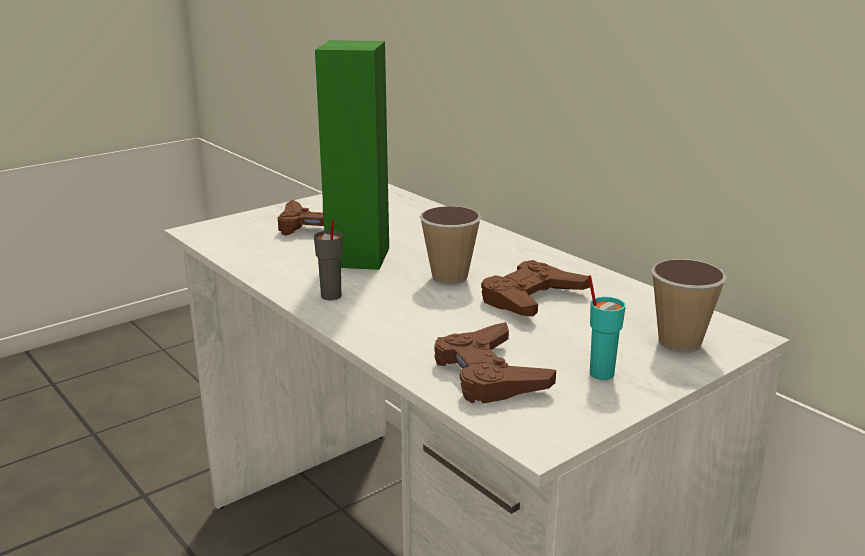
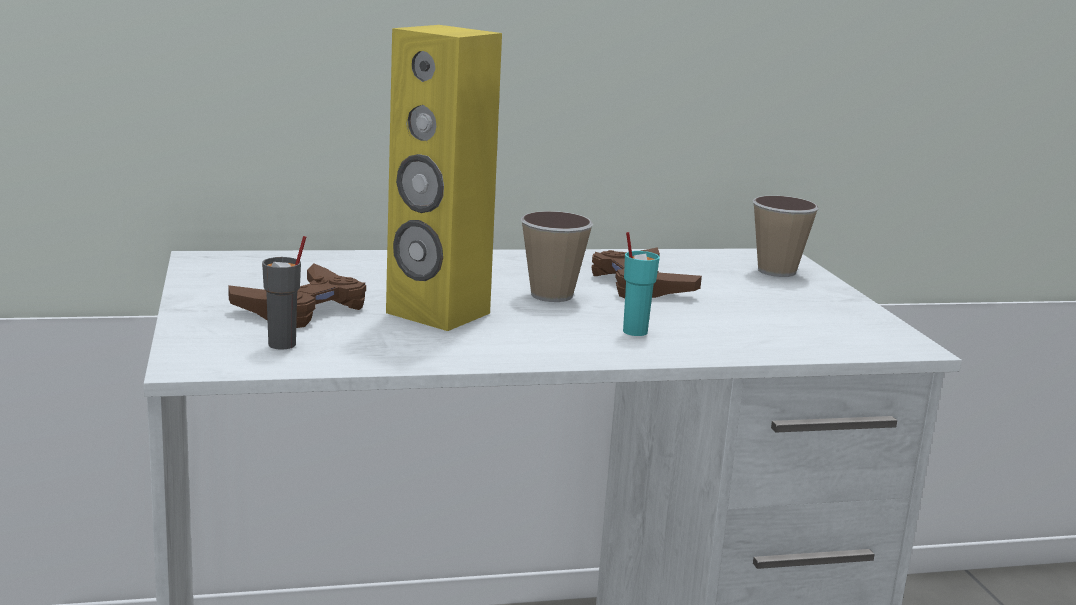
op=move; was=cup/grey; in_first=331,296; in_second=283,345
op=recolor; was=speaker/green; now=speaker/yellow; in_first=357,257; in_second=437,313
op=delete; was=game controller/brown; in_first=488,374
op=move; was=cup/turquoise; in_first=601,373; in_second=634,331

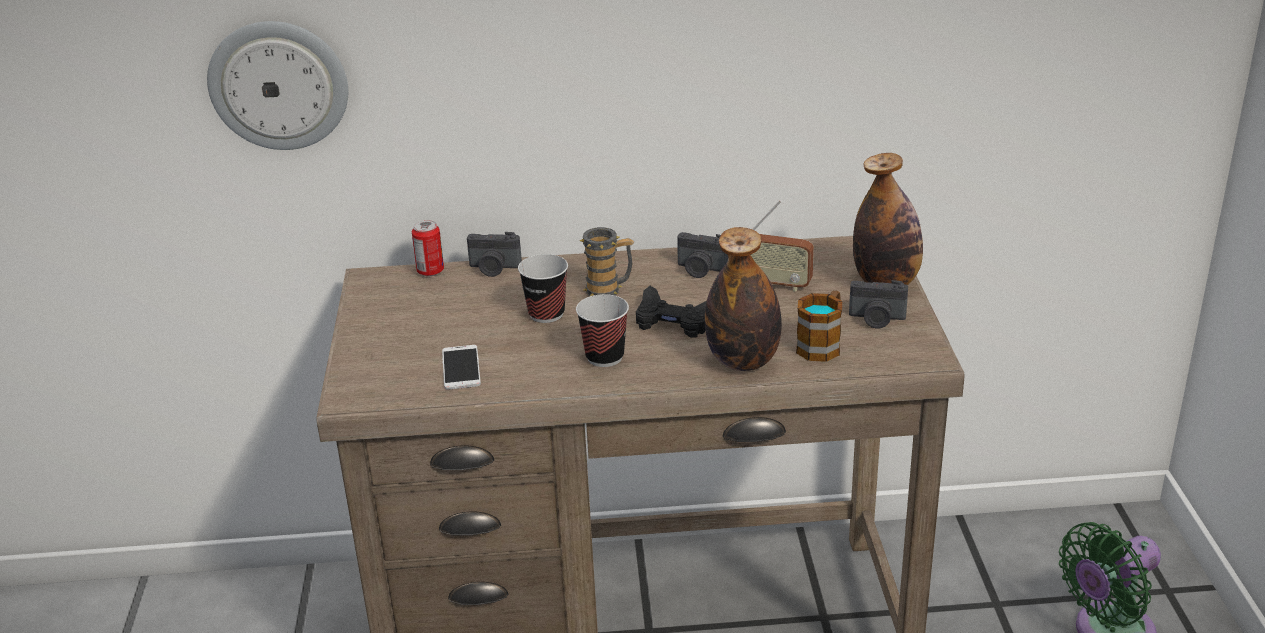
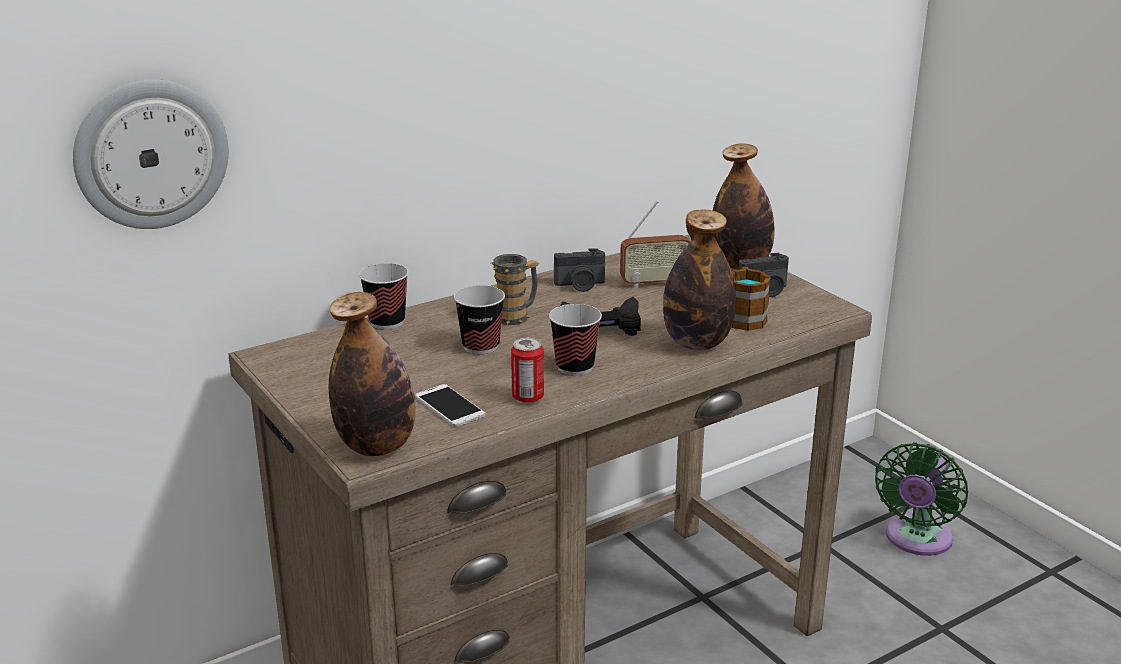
op=move; was=can; in_first=430,271; in_second=528,397
op=replace; was=photo camera; now=cup; in_first=494,269; in_second=387,322
op=insert; now=bottle; in_second=377,446

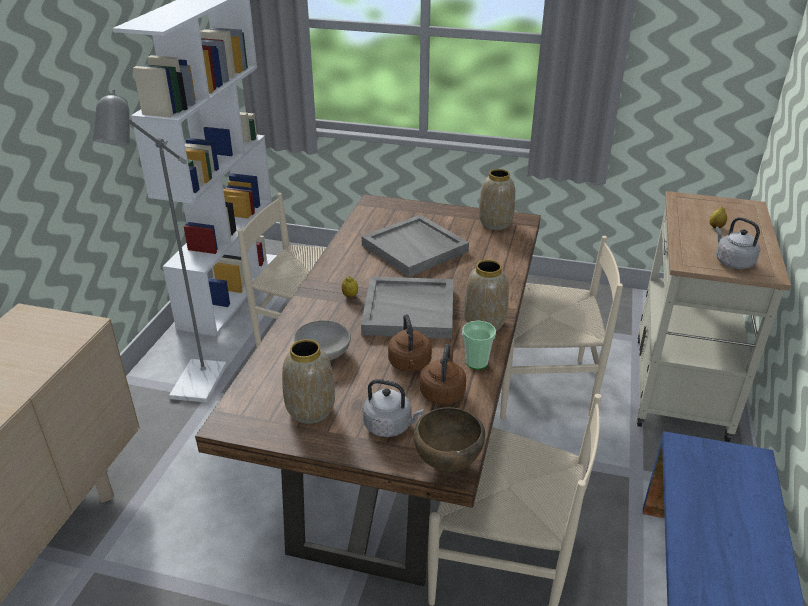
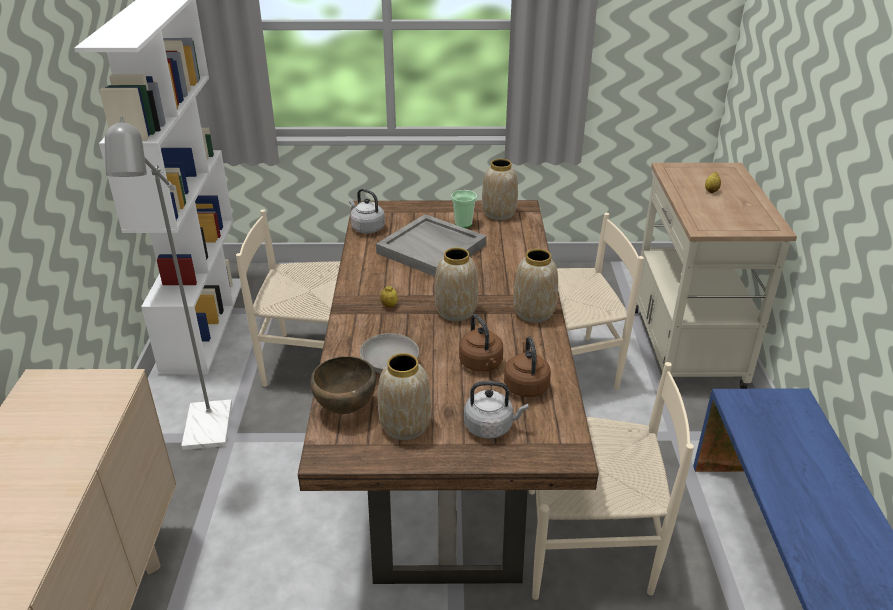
op=replace; was=tray/grey; now=vase; in_first=410,310; in_second=456,311
op=move; was=bowl/brown; in_first=447,464; in_second=345,409
op=move; was=cup; in_first=476,362; in_second=463,223
op=move; was=kettle/grey; in_first=732,262; in_second=366,228

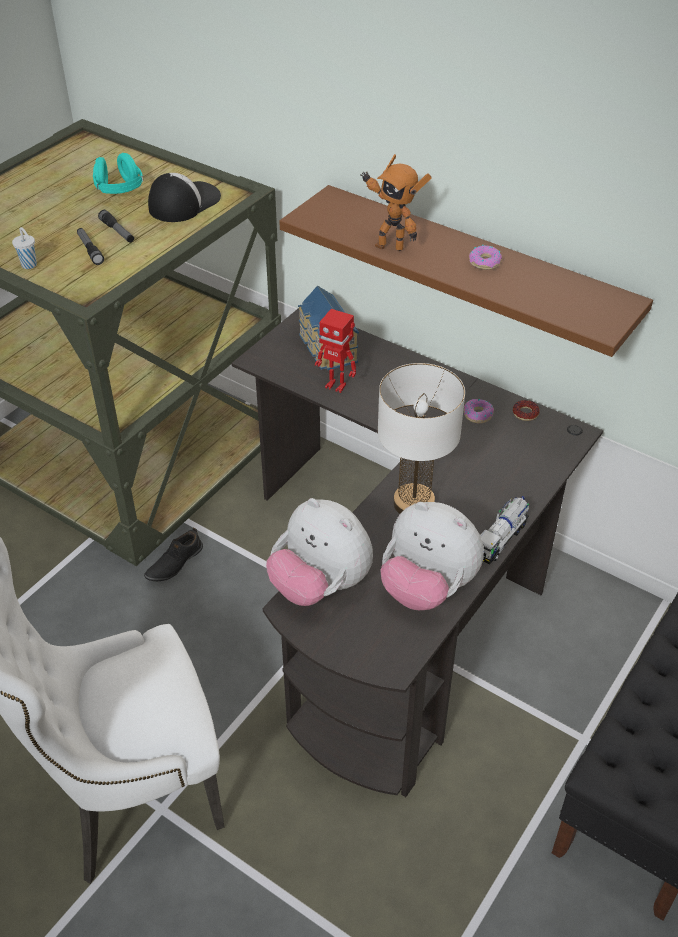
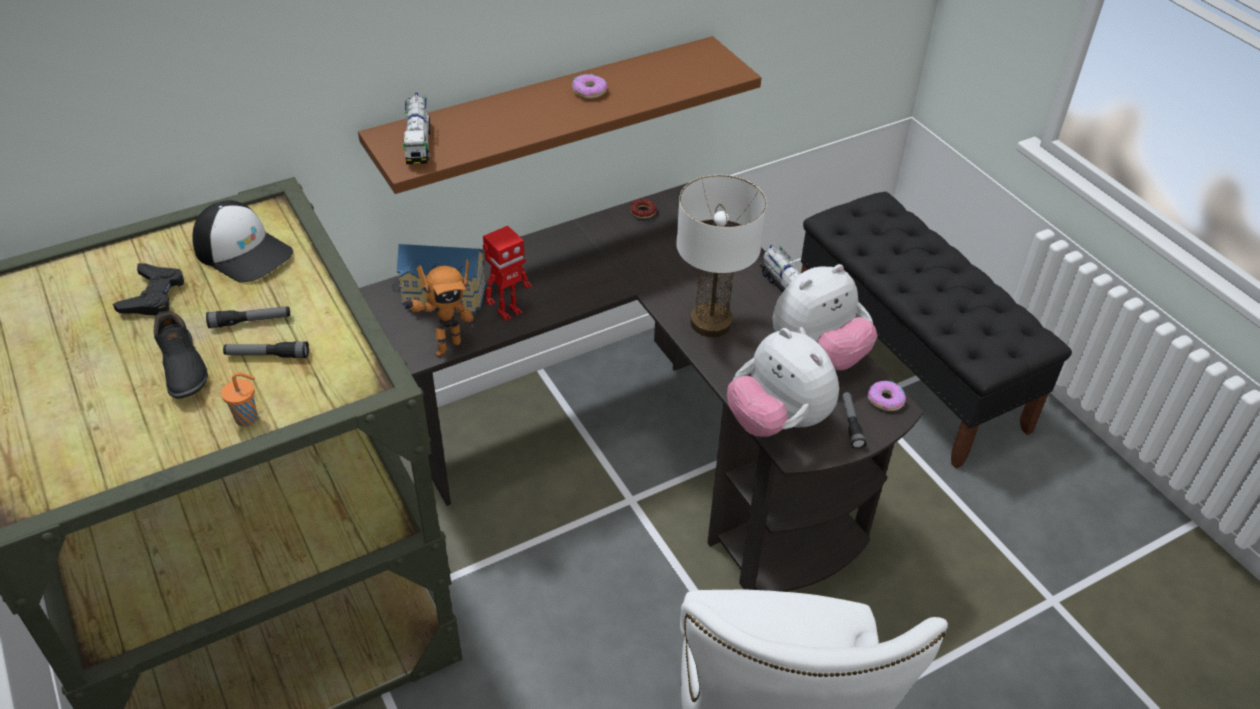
op=recolor; was=cup/white; now=cup/orange; in_first=30,265; in_second=248,418
op=replace; was=headphones/turquoise; now=game controller/black; in_first=119,190; in_second=153,295
op=move; was=shoe/black; in_first=174,563; in_second=181,367
op=rotate; was=cap; in_first=183,203; in_second=244,251; clockwise=150
op=rotate; was=plush toy; in_first=320,585; in_second=777,421; clockwise=75
op=move; was=toy robot; in_first=390,246; in_second=445,347
op=move; was=donut; in_first=477,414; in_second=885,400
op=insert; now=toy truck; in_second=418,143
op=insert; now=flashlight; in_second=851,423

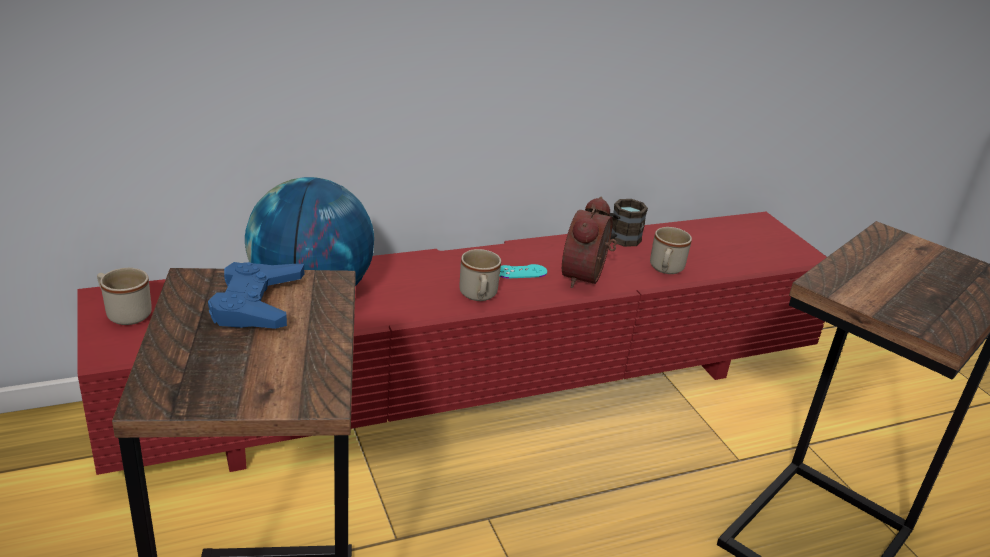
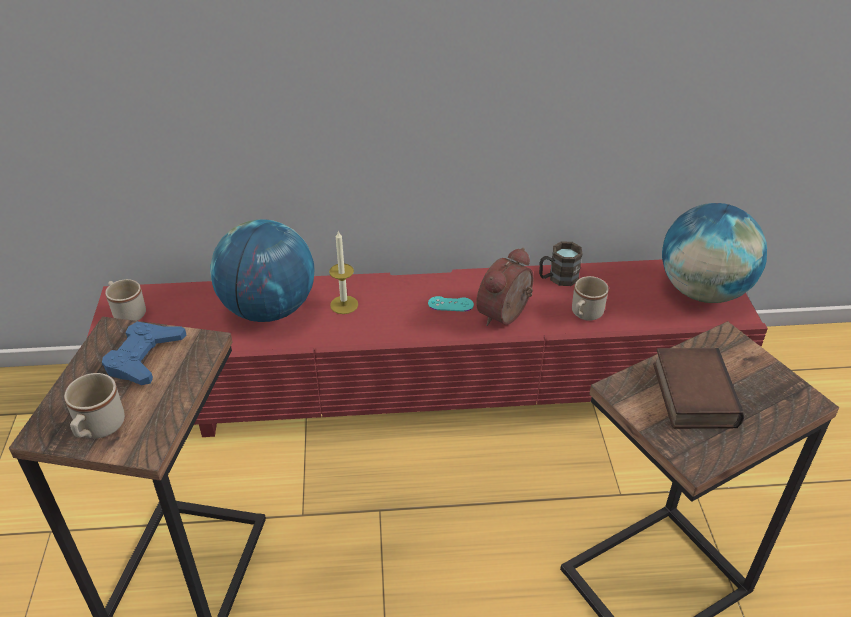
op=move; was=mug/beige; in_first=478,296; in_second=98,429
op=insert; now=candle; in_second=344,305
op=insert; now=book; in_second=690,394
op=insert; now=globe; in_second=703,291

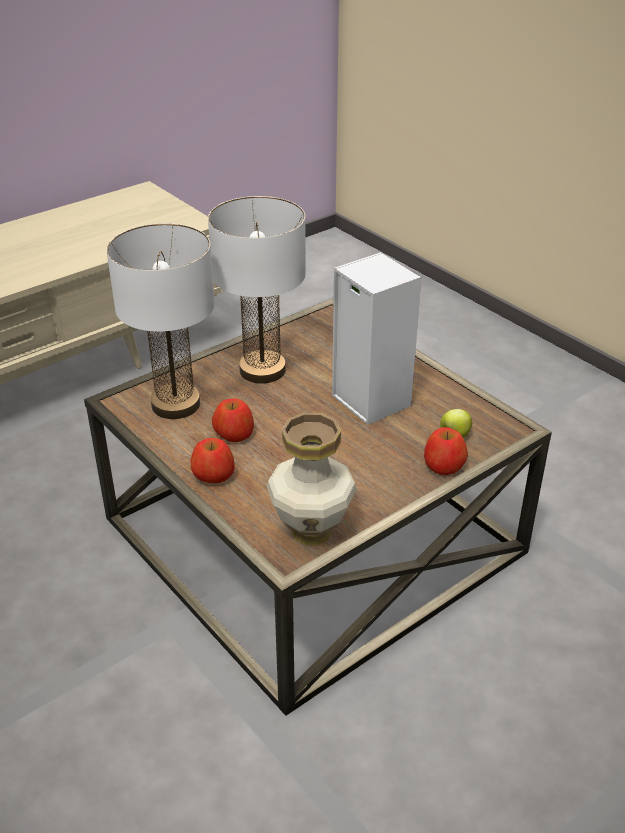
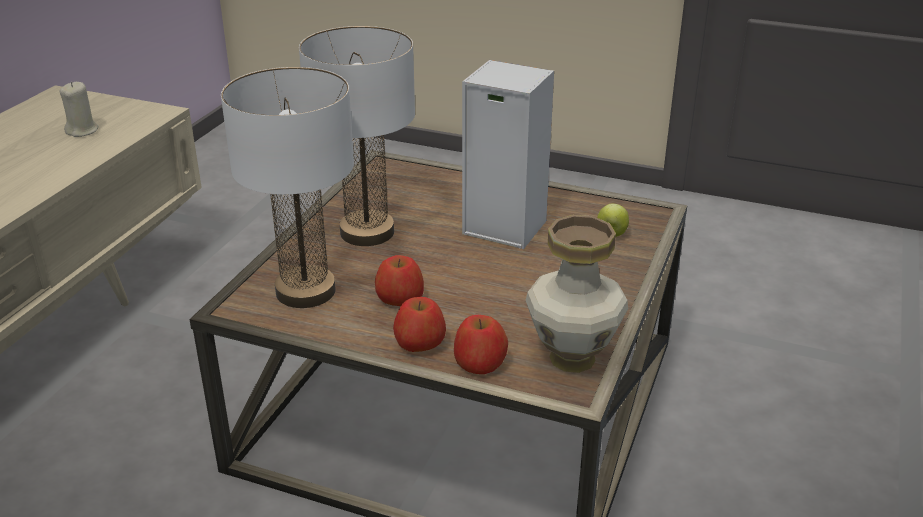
op=move; was=apple; in_first=443,465; in_second=480,362
op=insert; now=candle/beige; in_second=82,131

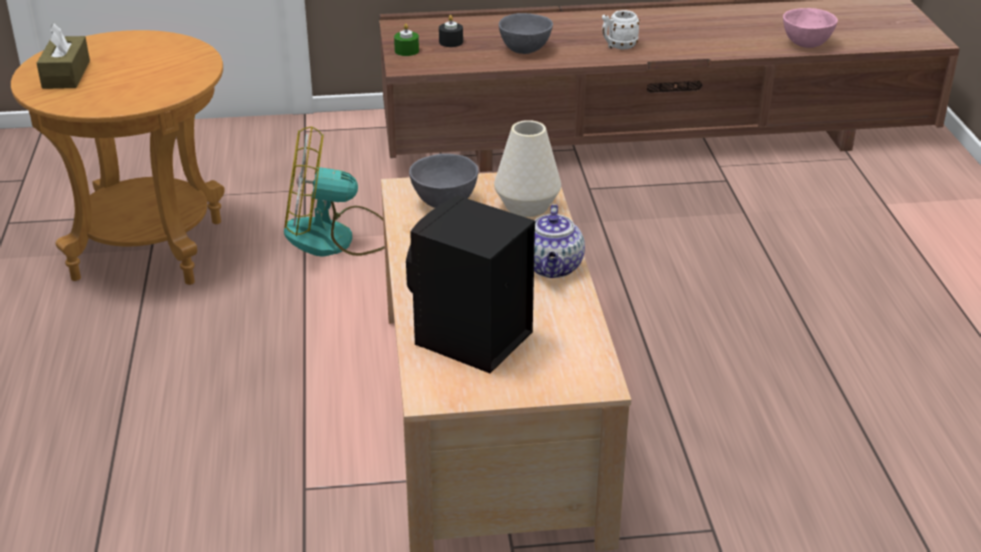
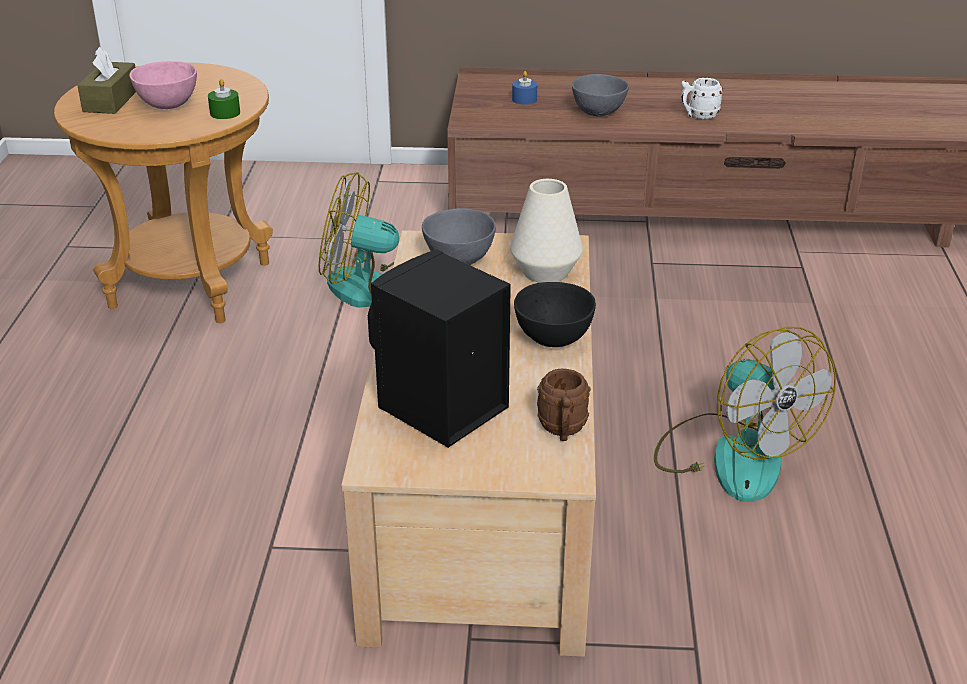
op=move; was=candle/green; in_first=406,51; in_second=225,113
op=recolor; was=candle/black; now=candle/blue; in_first=451,42; in_second=524,99
op=replace; was=teapot; now=bowl/black; in_first=553,268; in_second=553,340
op=move; was=bowl/pink; in_first=805,44; in_second=167,105
op=insert; now=mug/brown; in_second=562,431
op=insert; now=fan; in_second=732,455

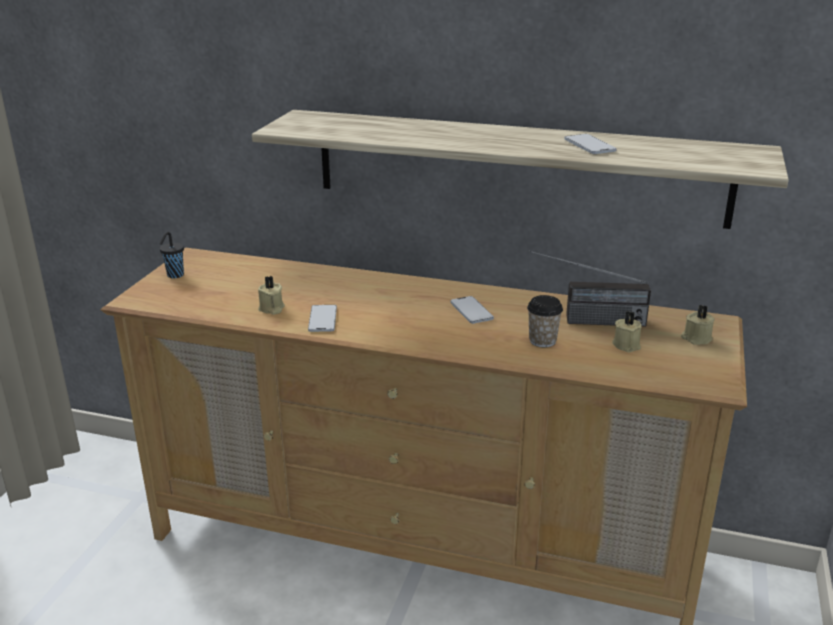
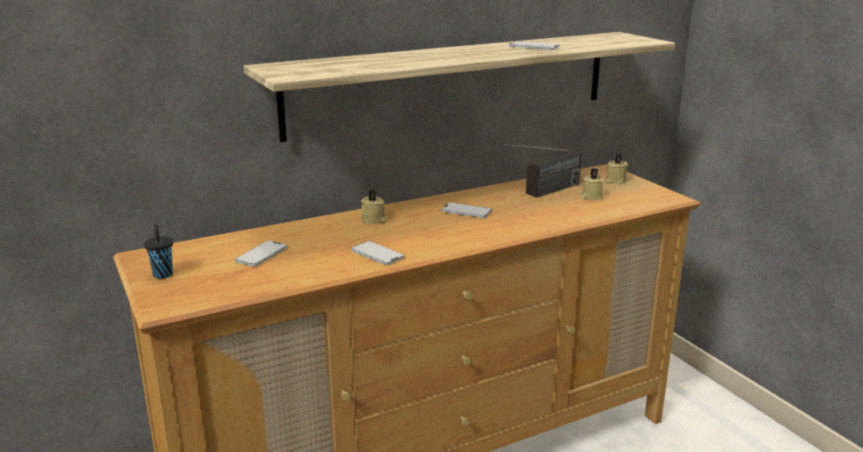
op=move; was=candle/beige; in_first=271,309; in_second=374,220
op=delete; was=cup; in_first=542,341
op=insert; now=phone; in_second=261,255

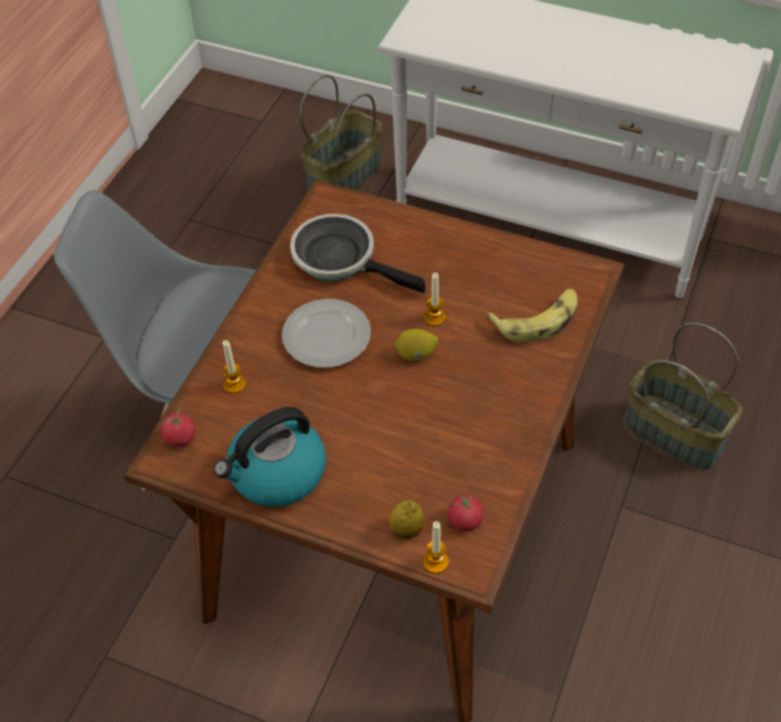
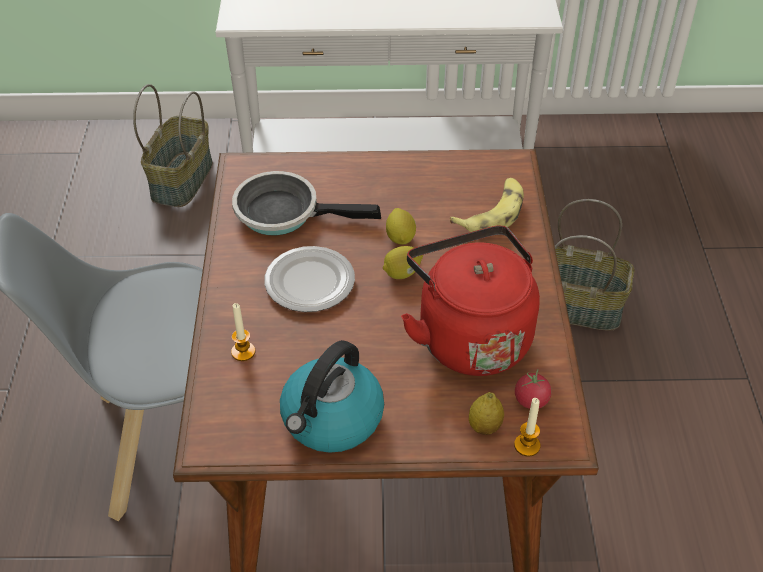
op=delete; was=tomato; in_first=180,438
op=replace; was=candle; now=lemon; in_first=434,317; in_second=400,237
op=insert; now=kettle/red; in_second=470,335

